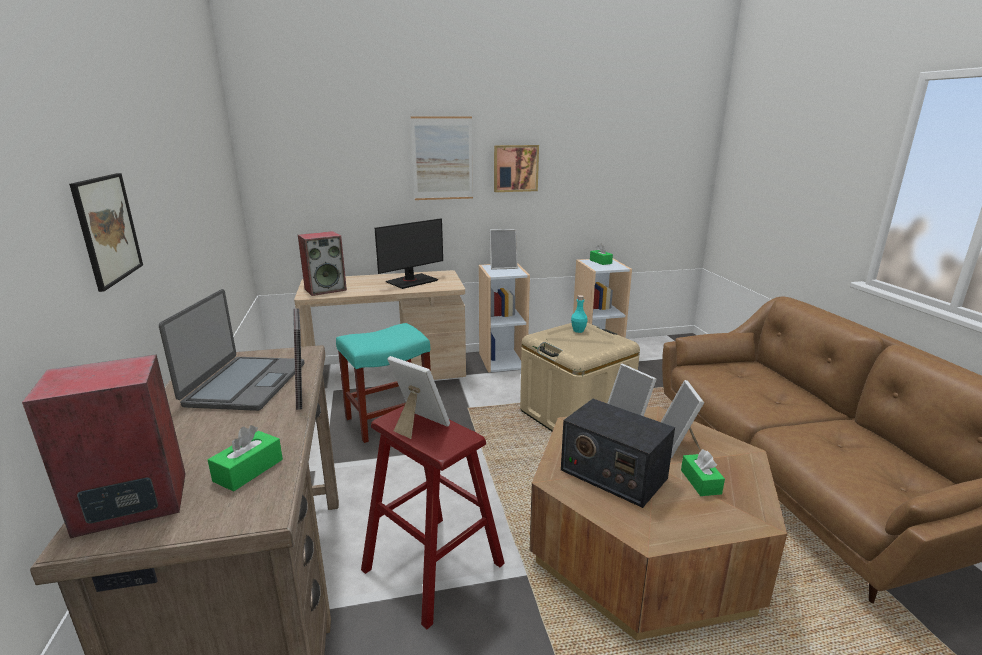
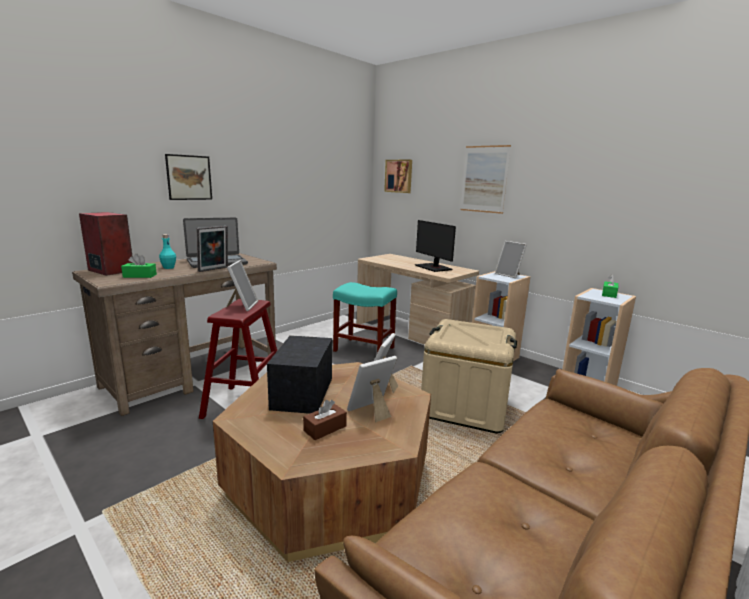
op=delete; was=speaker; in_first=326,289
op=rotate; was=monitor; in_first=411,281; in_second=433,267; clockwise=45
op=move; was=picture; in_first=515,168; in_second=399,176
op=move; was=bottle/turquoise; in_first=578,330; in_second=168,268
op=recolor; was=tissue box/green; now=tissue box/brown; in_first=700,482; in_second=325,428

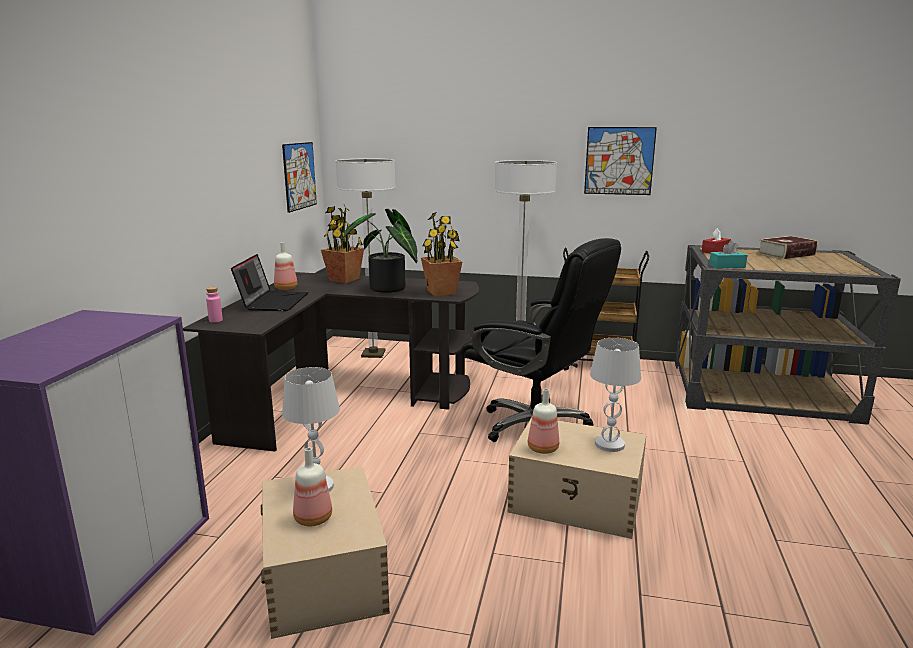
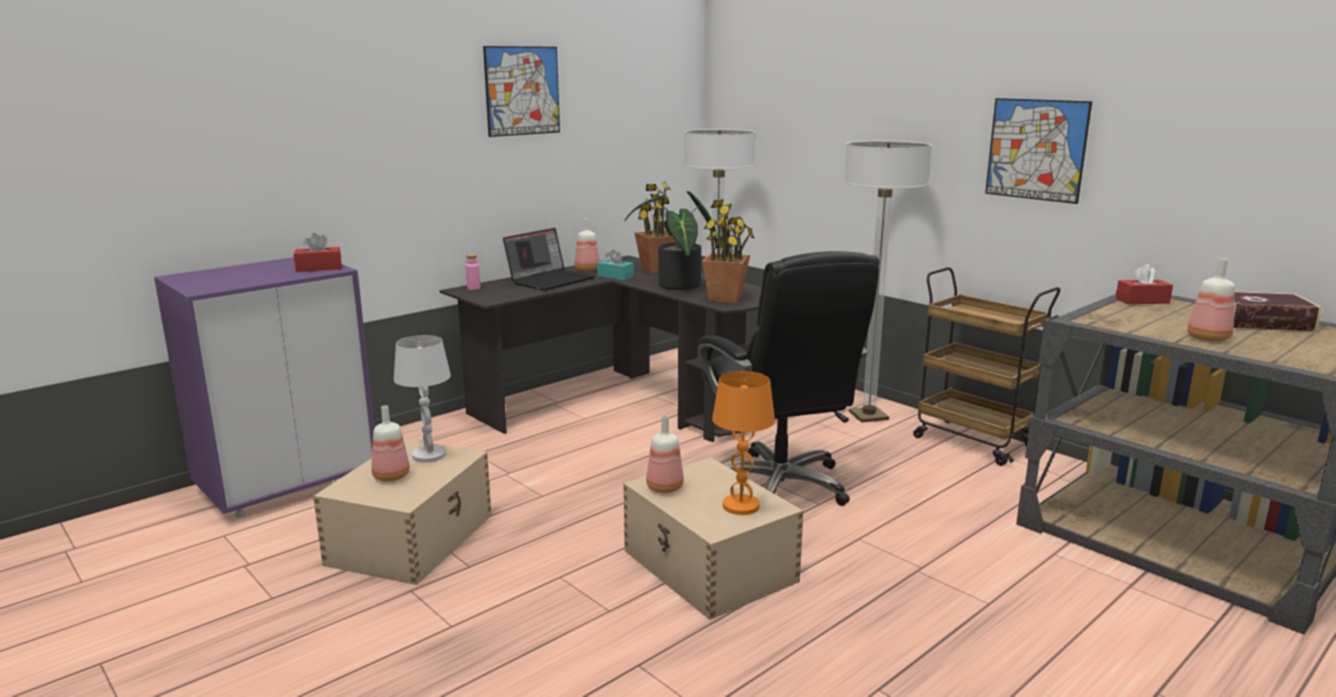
op=move; was=picture; in_first=299,176; in_second=522,91
op=recolor; was=table lamp/white; now=table lamp/orange; in_first=609,444; in_second=741,506
op=move; was=tissue box/turquoise; in_first=727,266; in_second=615,276
op=insert; now=tissue box/red; in_second=319,268
op=insert; now=bottle; in_second=1209,339

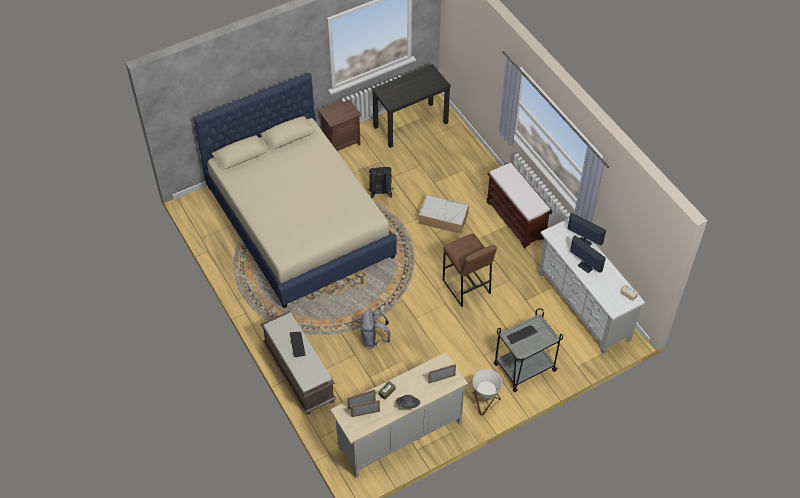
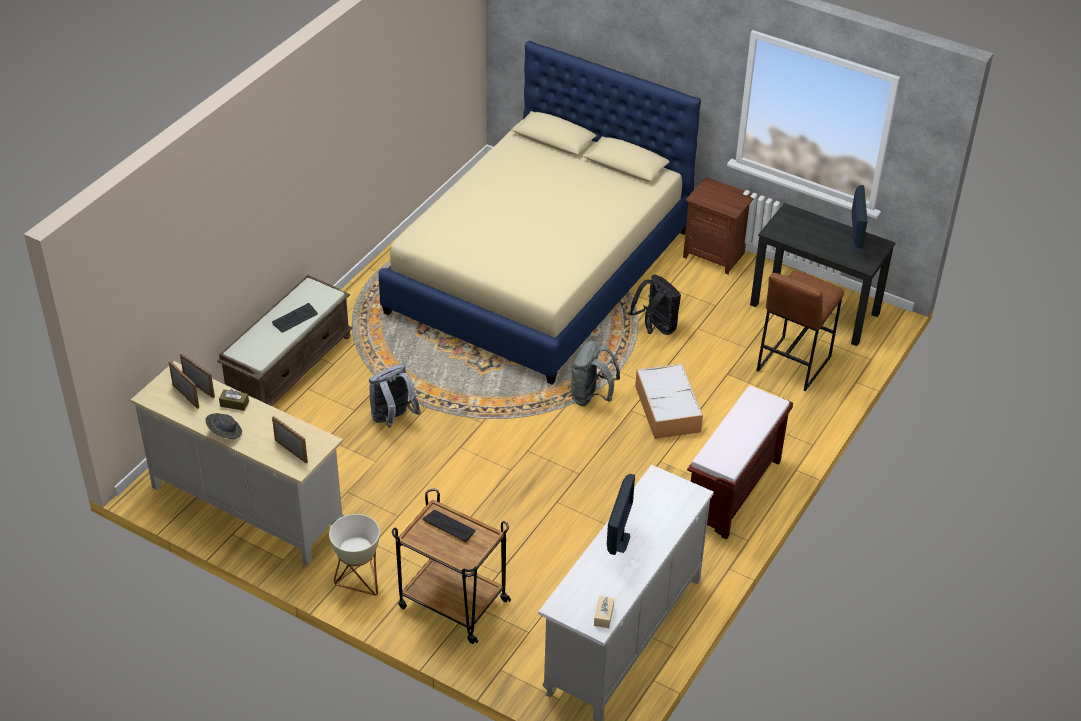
op=move; was=stool/brown; in_first=466,287; in_second=793,364
op=recolor; was=cart/grey; now=cart/brown; in_first=524,368; in_second=452,603
op=move; was=monitor; in_first=583,242; in_second=856,242
op=insert; now=backpack/grey; in_second=591,397

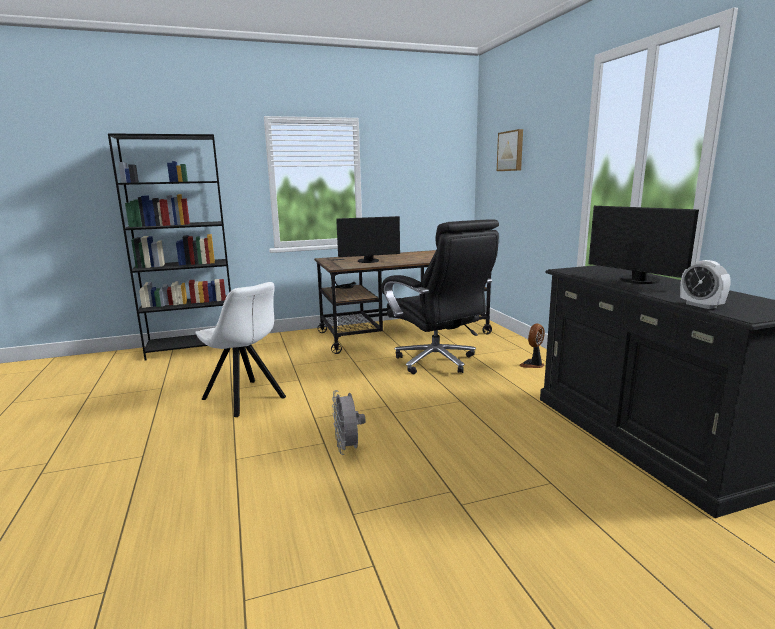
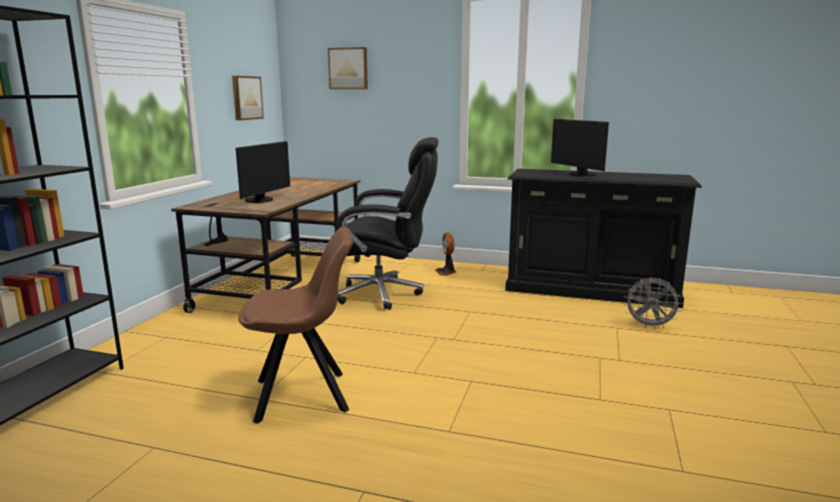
op=recolor; was=chair/white; now=chair/brown; in_first=245,398; in_second=302,396
op=move; was=fan/grey; in_first=348,449; in_second=649,326
op=rotate; was=monitor; in_first=637,280; in_second=580,174; clockwise=60
op=delete; was=alarm clock; in_first=701,305
op=insert; now=picture; in_second=246,98

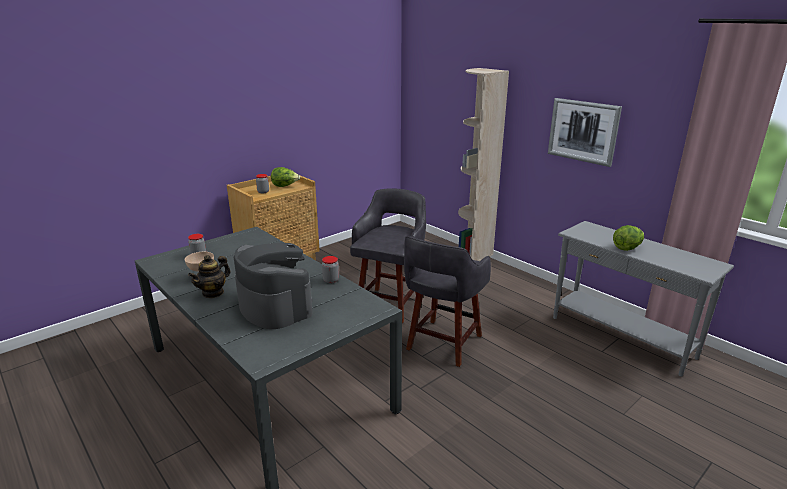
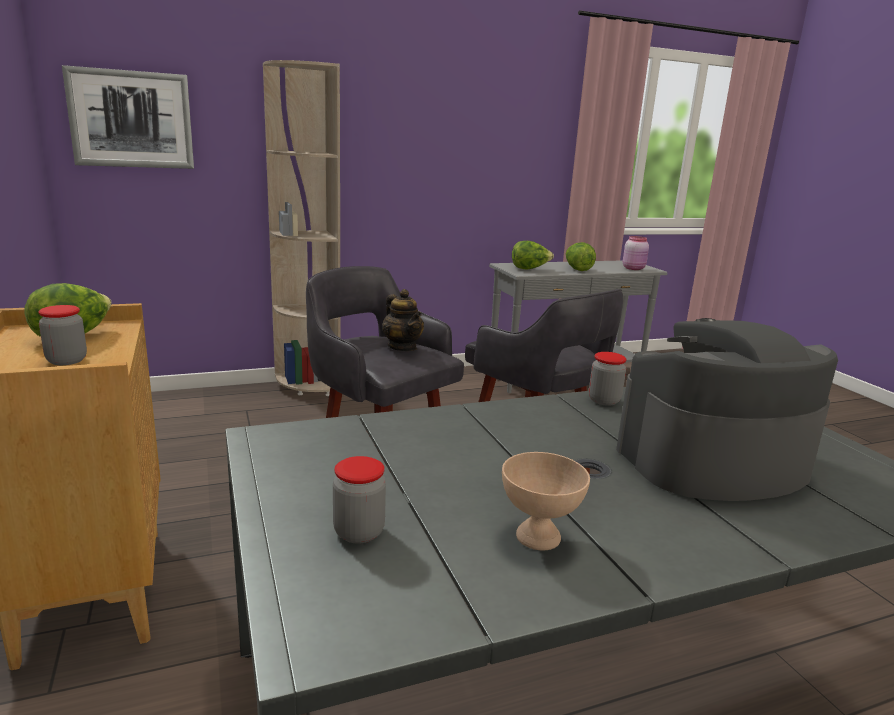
op=move; was=teapot; in_first=213,293; in_second=402,347
op=move; was=picture; in_first=583,131; in_second=131,119
op=insert; now=lettuce; in_second=529,269
op=insert; now=jar/pink; in_second=634,268

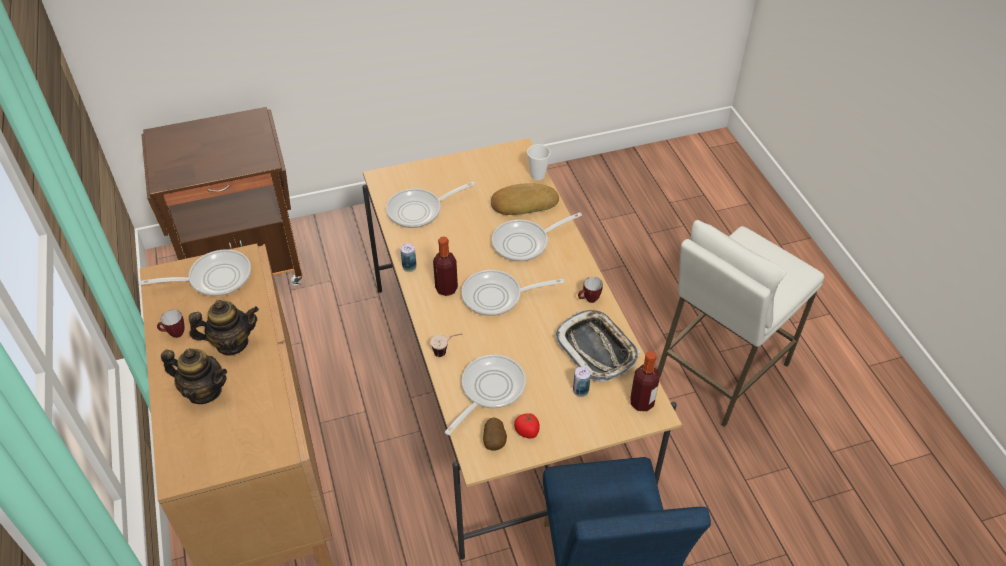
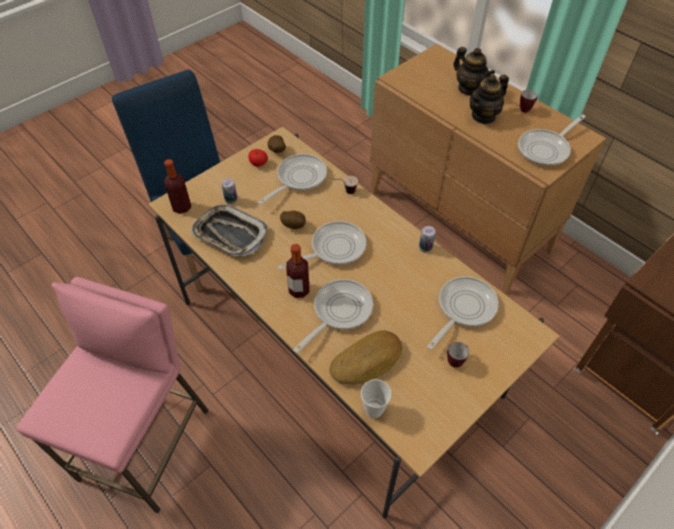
op=rotate; was=teapot; in_first=204,391; in_second=469,89; clockwise=-120
op=move; was=bottle; in_first=446,288; in_second=299,290
op=rotate; was=frying pan; in_first=489,390; in_second=298,179; clockwise=-150
op=move; was=mug; in_first=589,300; in_second=456,360
op=recolor; was=stool/white; now=stool/pink; in_first=720,370; in_second=146,444
op=insert; now=potato; in_second=293,225

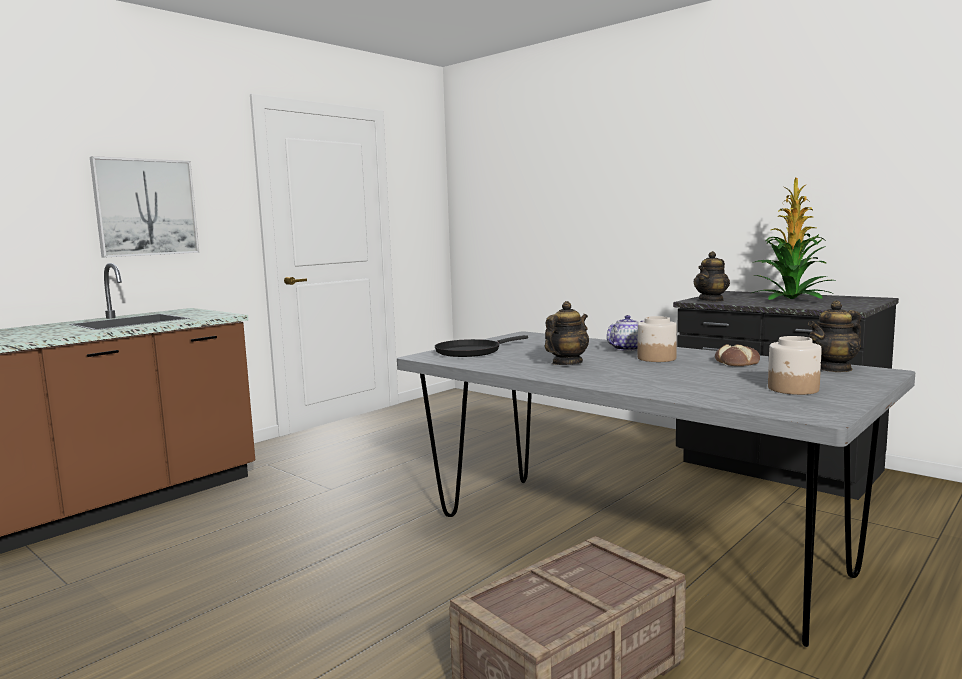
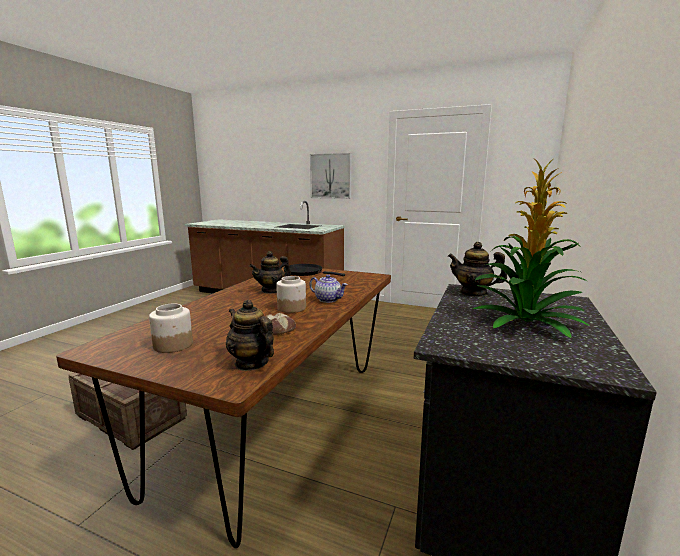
op=recolor; was=dining table/grey; now=dining table/brown; in_first=626,543; in_second=277,420
op=rotate; was=teapot; in_first=566,363; in_second=271,290; clockwise=120

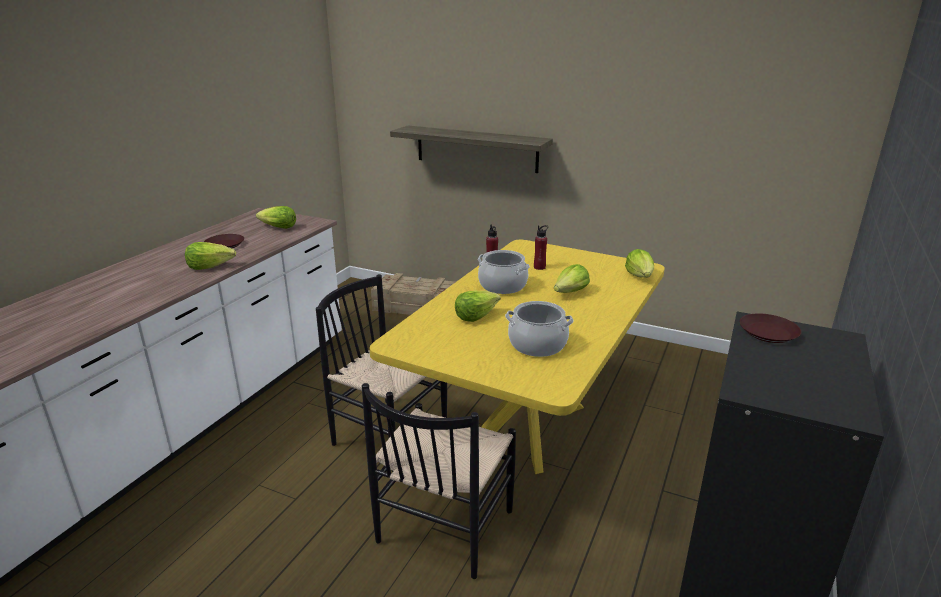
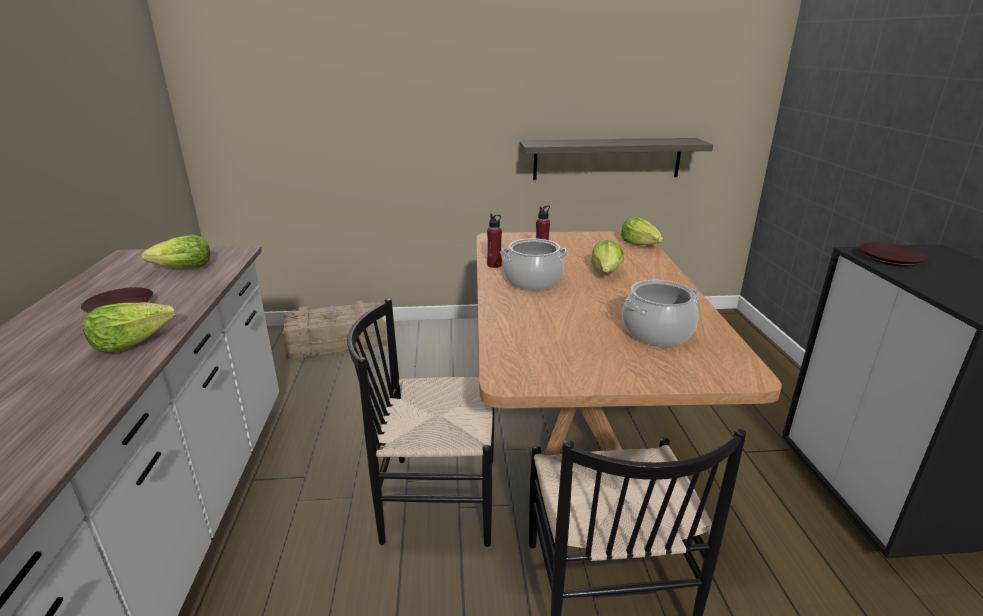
op=recolor; was=dining table/yellow; now=dining table/brown; in_first=528,426; in_second=575,433
op=move; was=shelf; in_first=476,149; in_second=607,158
op=delete; was=lettuce; in_first=475,316

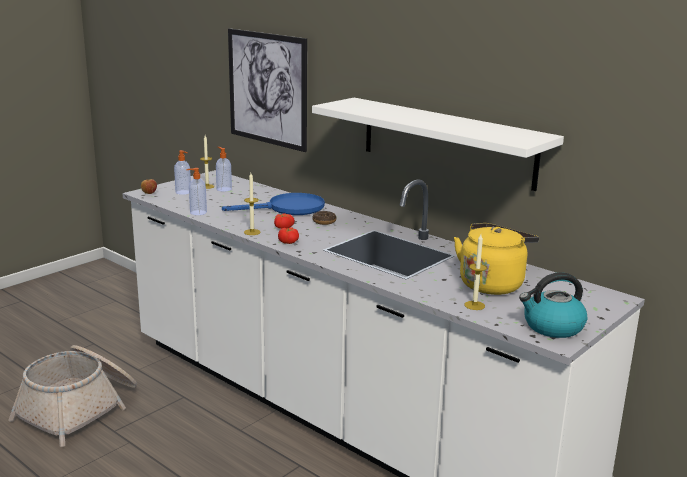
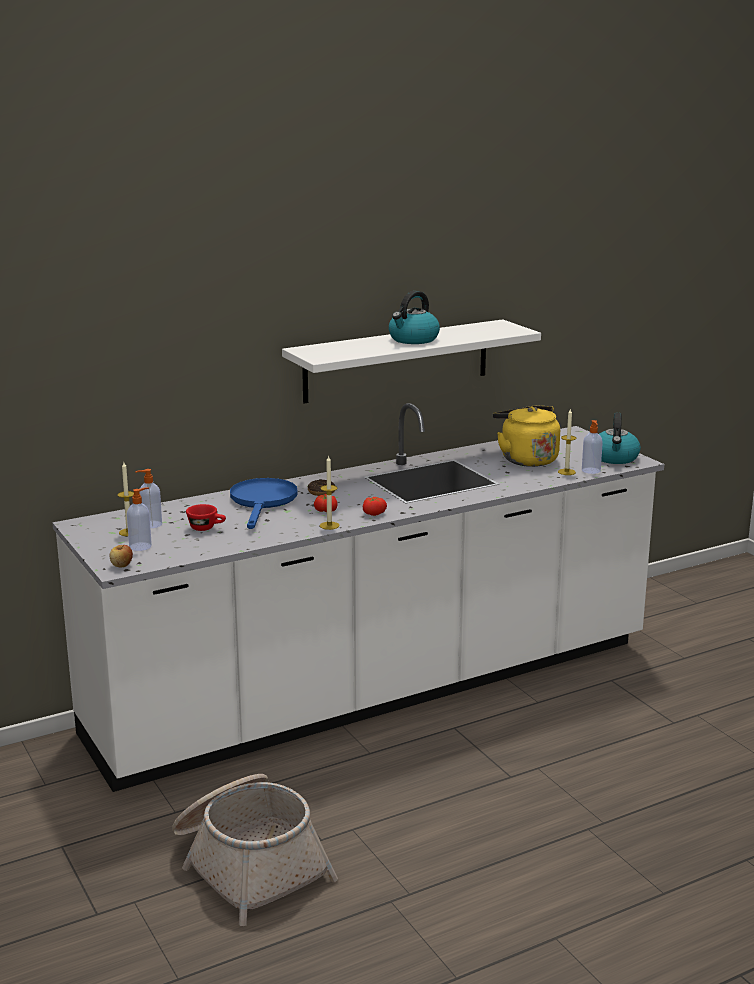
op=move; was=soap dispenser; in_first=197,212; in_second=591,471
op=delete; was=picture; in_first=267,89
op=insert; now=cup/red; in_second=207,528
op=insert; now=kettle; in_second=413,339

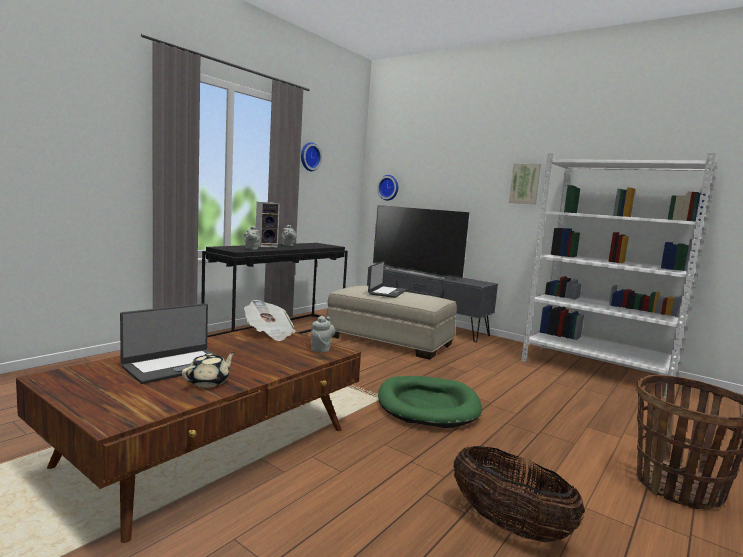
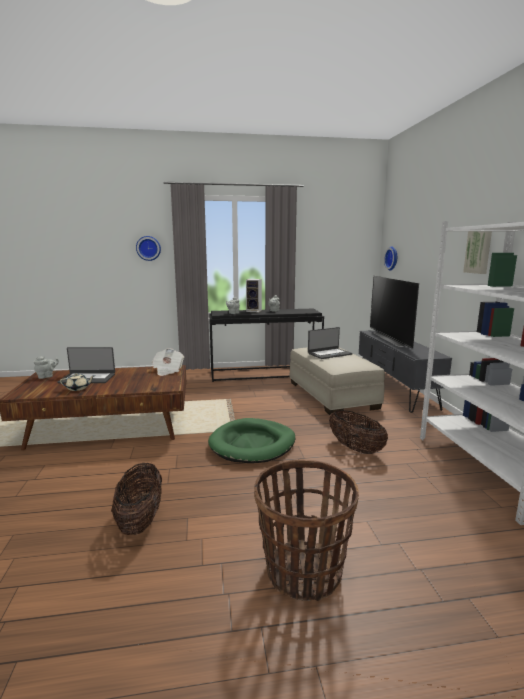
op=move; was=wall clock; in_first=309,157; in_second=148,248
op=move; was=teapot/grey; in_first=321,348; in_second=47,376
op=insert; now=basket; in_second=355,448

